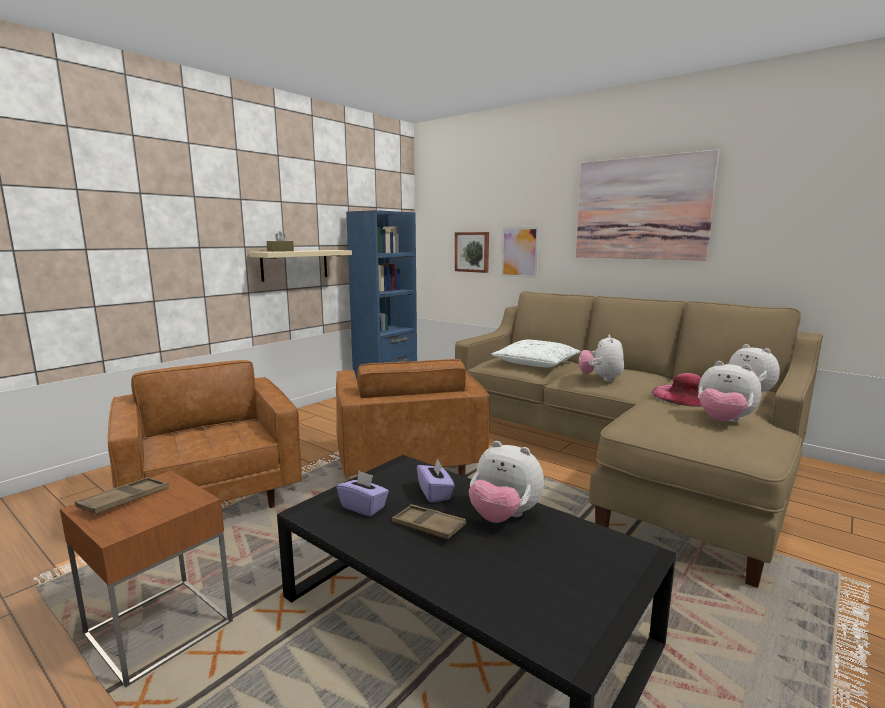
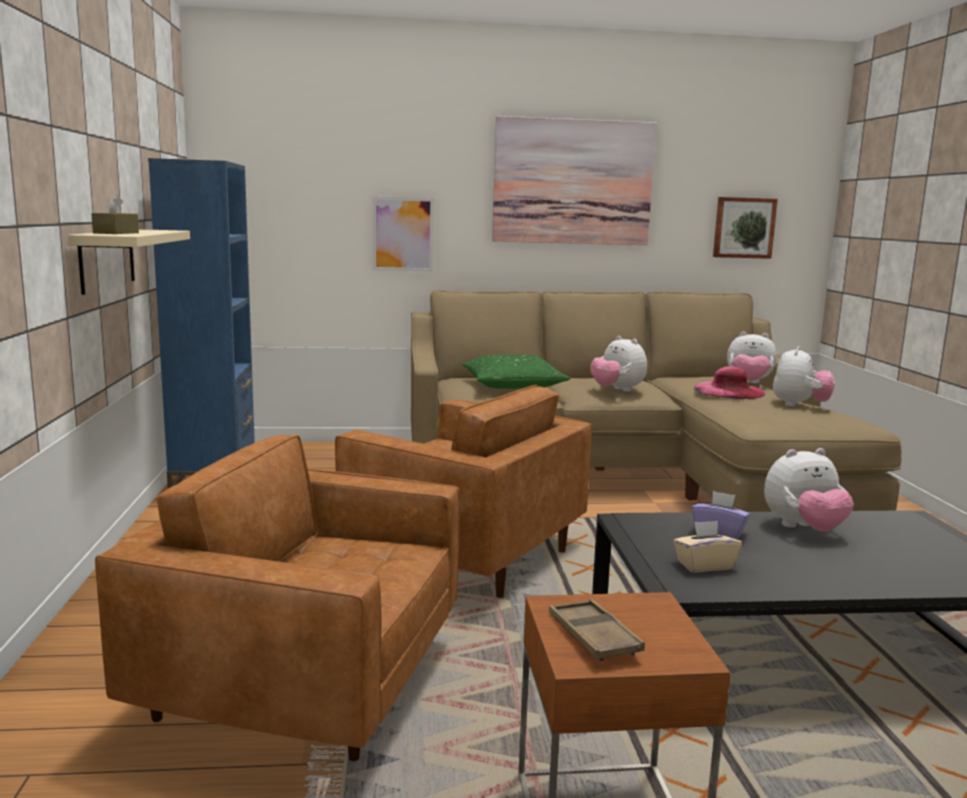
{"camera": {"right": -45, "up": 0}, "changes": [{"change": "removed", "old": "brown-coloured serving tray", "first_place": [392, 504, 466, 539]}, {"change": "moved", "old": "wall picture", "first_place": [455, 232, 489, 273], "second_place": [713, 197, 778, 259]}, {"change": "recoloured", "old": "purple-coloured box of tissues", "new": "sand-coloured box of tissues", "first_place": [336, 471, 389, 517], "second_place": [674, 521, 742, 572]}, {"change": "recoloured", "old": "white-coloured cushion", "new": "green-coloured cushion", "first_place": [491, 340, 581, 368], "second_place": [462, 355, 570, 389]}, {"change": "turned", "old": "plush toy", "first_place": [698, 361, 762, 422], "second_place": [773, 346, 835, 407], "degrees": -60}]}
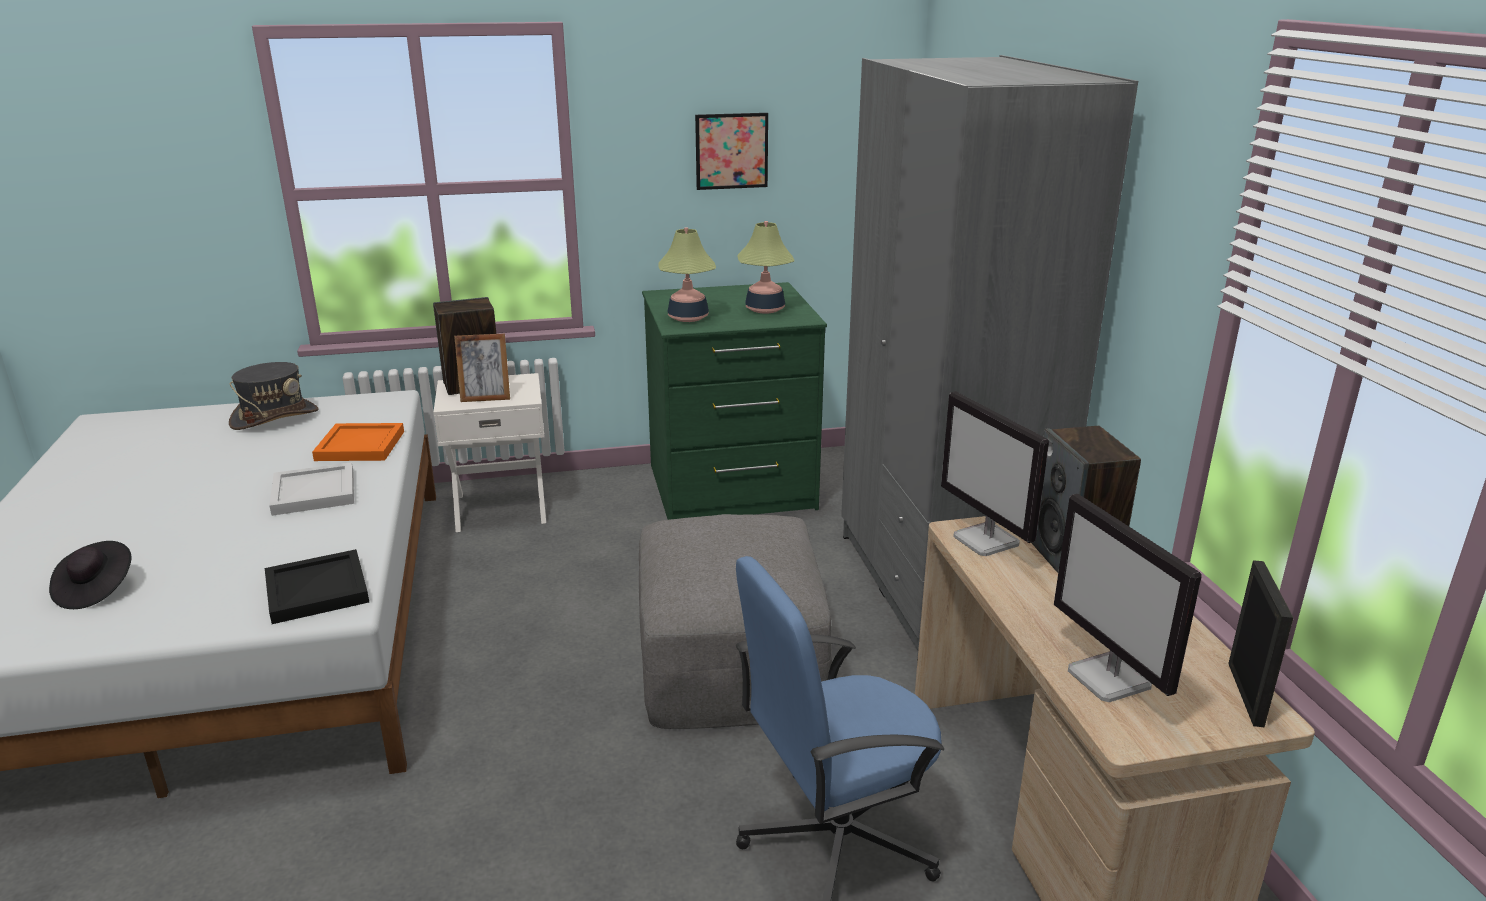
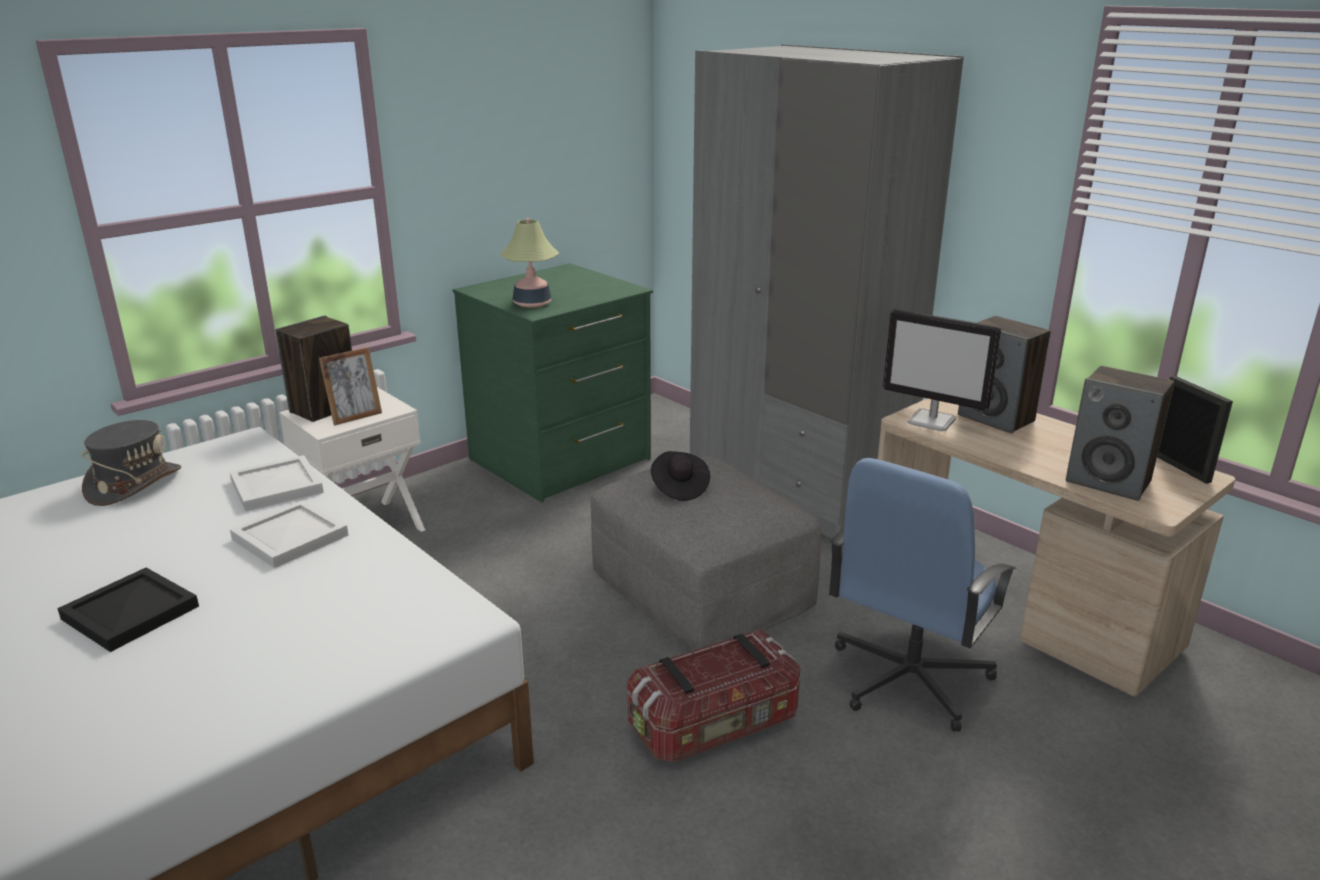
{"camera": {"right": -30, "up": 0}, "changes": [{"change": "removed", "old": "wall picture", "first_place": [695, 113, 768, 190]}, {"change": "removed", "old": "lamp for a table", "first_place": [738, 221, 794, 314]}, {"change": "added", "new": "storage bin", "second_place": [627, 630, 800, 762]}, {"change": "moved", "old": "blackish hat", "first_place": [49, 541, 132, 609], "second_place": [651, 451, 710, 501]}, {"change": "moved", "old": "blackish serving tray", "first_place": [265, 549, 369, 624], "second_place": [57, 568, 199, 652]}, {"change": "replaced", "old": "monitor", "new": "audio speaker", "first_place": [1054, 494, 1202, 702], "second_place": [1066, 366, 1174, 501]}, {"change": "recoloured", "old": "orange serving tray", "new": "white-coloured serving tray", "first_place": [312, 423, 404, 461], "second_place": [230, 455, 324, 511]}]}
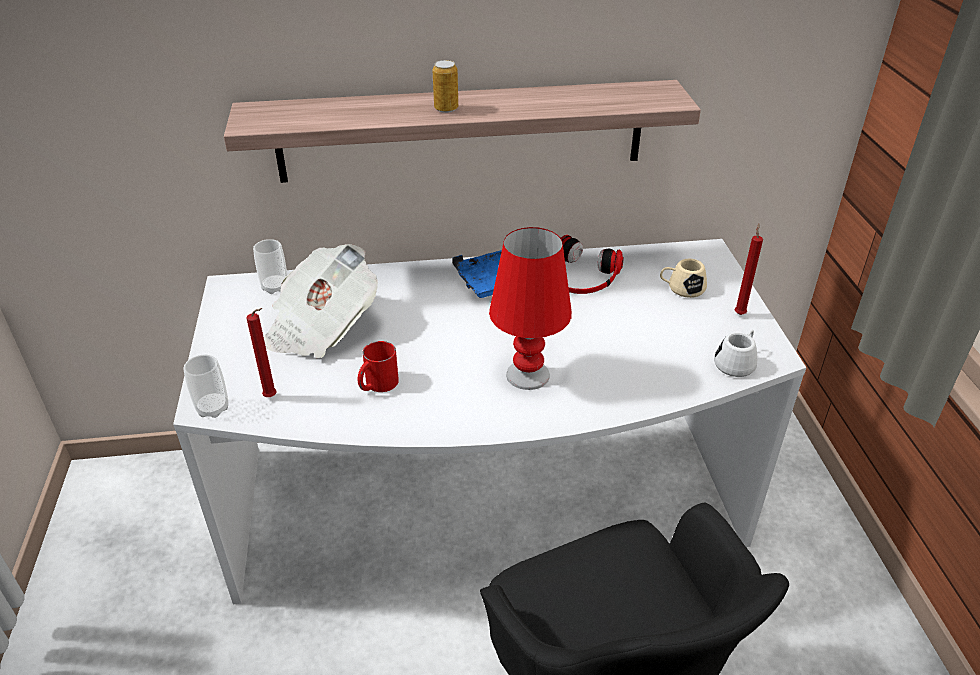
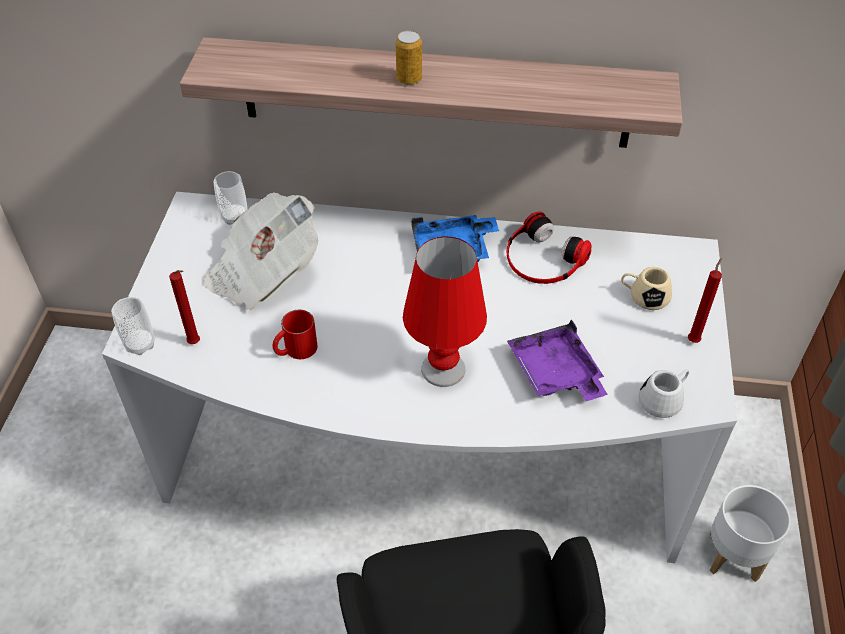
{"camera": {"right": 15, "up": 10}, "changes": [{"change": "added", "new": "purple-coloured serving tray", "second_place": [507, 319, 608, 401]}, {"change": "added", "new": "white-coloured planter", "second_place": [710, 485, 791, 582]}]}
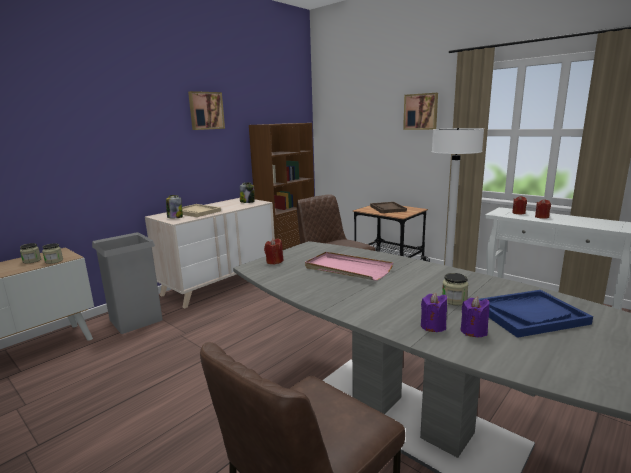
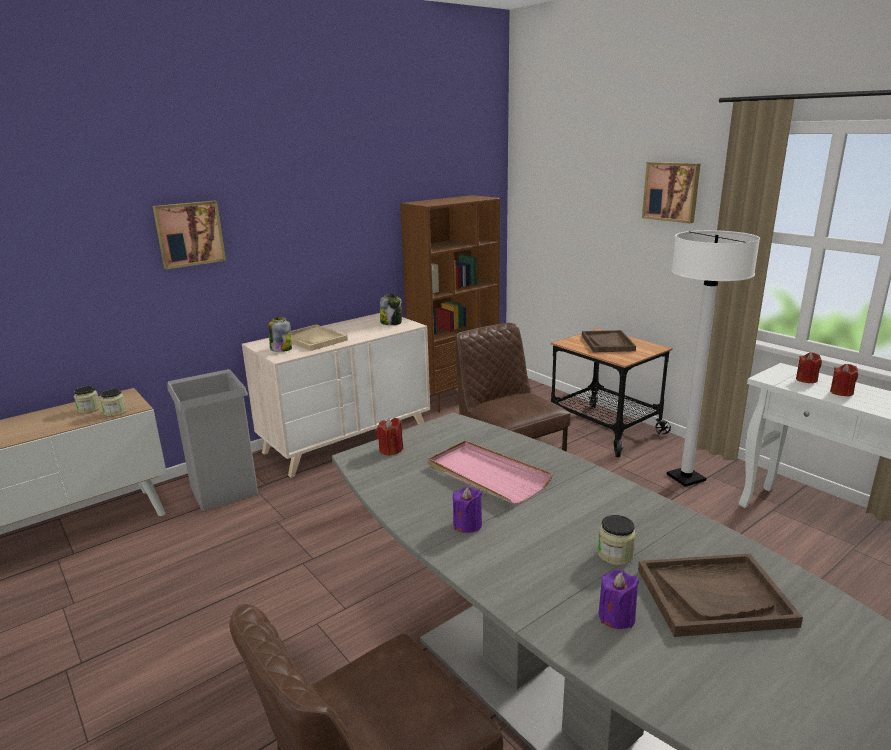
{"camera": {"right": 10, "up": 5}, "changes": [{"change": "moved", "old": "wall picture", "first_place": [188, 91, 225, 130], "second_place": [153, 200, 226, 269]}, {"change": "moved", "old": "purple-coloured wax light", "first_place": [421, 293, 447, 332], "second_place": [453, 486, 482, 533]}, {"change": "recoloured", "old": "bluish serving tray", "new": "brown-coloured serving tray", "first_place": [479, 290, 593, 338], "second_place": [638, 553, 803, 637]}]}
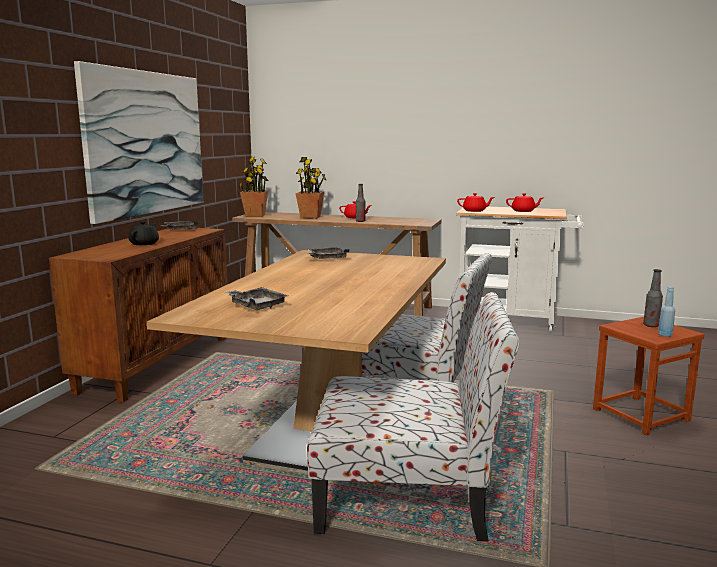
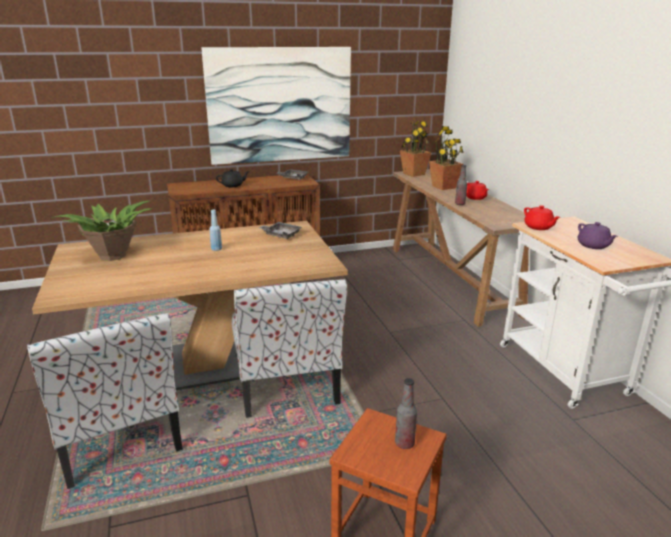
{"camera": {"right": 55, "up": 10}, "changes": [{"change": "moved", "old": "bluish beverage bottle", "first_place": [658, 286, 675, 337], "second_place": [209, 210, 222, 251]}, {"change": "replaced", "old": "greyish serving tray", "new": "houseplant", "first_place": [224, 287, 288, 310], "second_place": [51, 200, 152, 261]}, {"change": "recoloured", "old": "red pot for tea", "new": "purple-coloured pot for tea", "first_place": [506, 193, 543, 212], "second_place": [578, 222, 618, 249]}]}
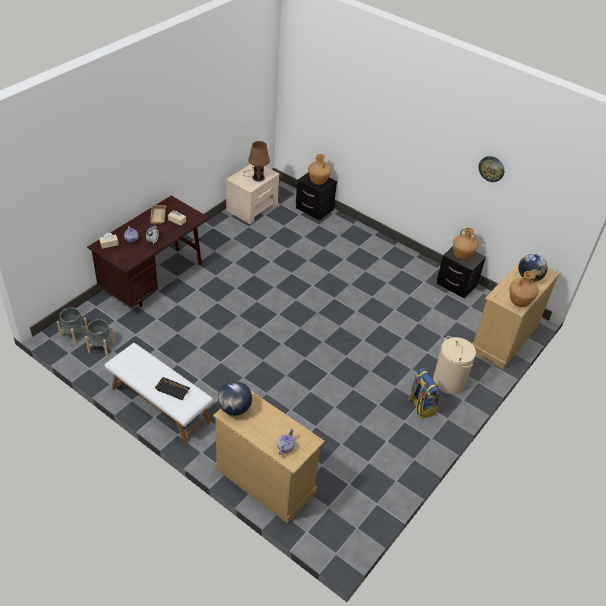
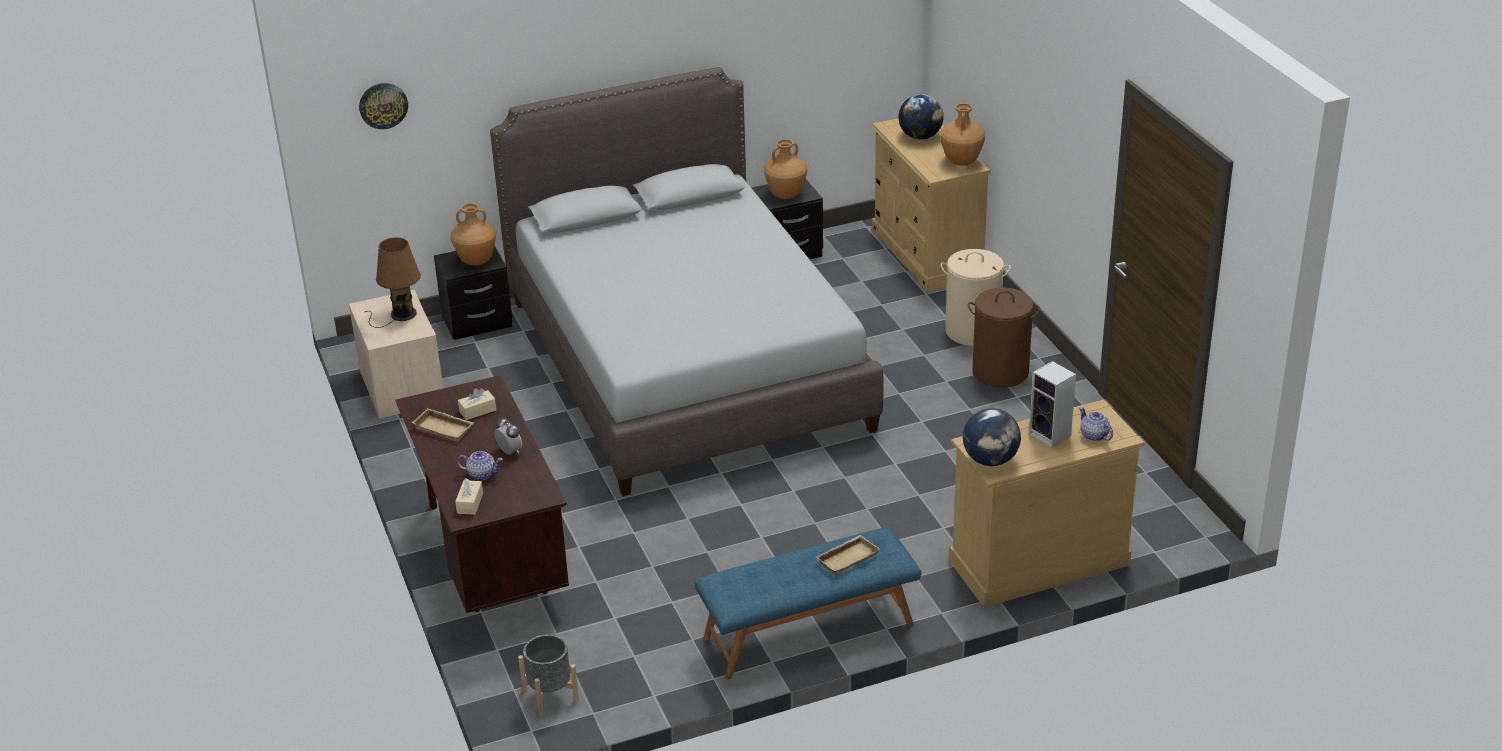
{"camera": {"right": -55, "up": -10}, "changes": [{"change": "removed", "old": "greyish planter", "first_place": [85, 319, 115, 356]}, {"change": "added", "new": "greyish bedroom bed", "second_place": [490, 67, 884, 496]}, {"change": "added", "new": "audio speaker", "second_place": [1029, 361, 1076, 448]}, {"change": "moved", "old": "clock on the wall", "first_place": [478, 156, 504, 182], "second_place": [359, 83, 408, 129]}, {"change": "replaced", "old": "backpack", "new": "brown-coloured laundry basket", "first_place": [408, 368, 440, 419], "second_place": [968, 288, 1040, 388]}, {"change": "recoloured", "old": "white-coloured bench", "new": "bluish bench", "first_place": [105, 343, 213, 445], "second_place": [695, 527, 921, 680]}, {"change": "recoloured", "old": "blackish serving tray", "new": "sand-coloured serving tray", "first_place": [155, 377, 190, 400], "second_place": [816, 535, 880, 575]}]}
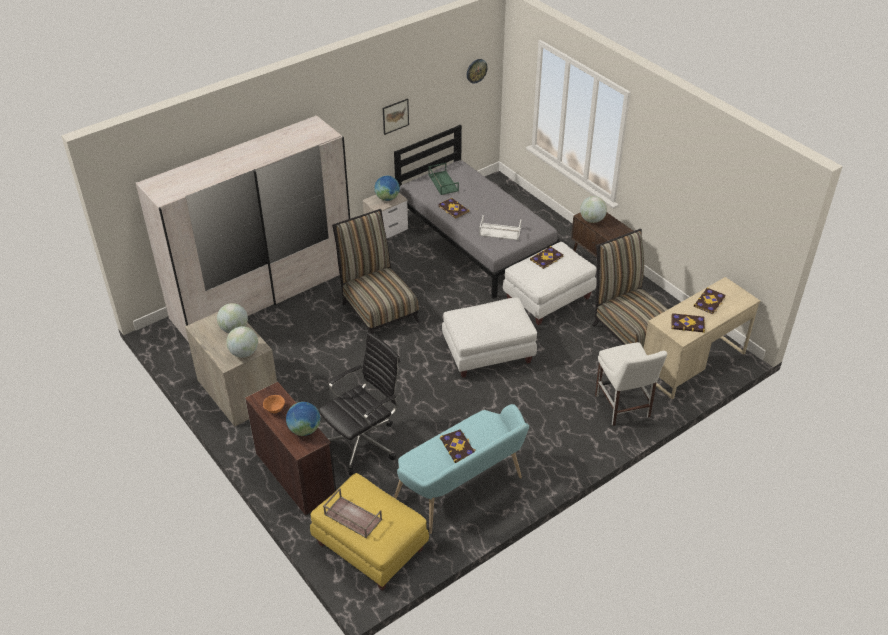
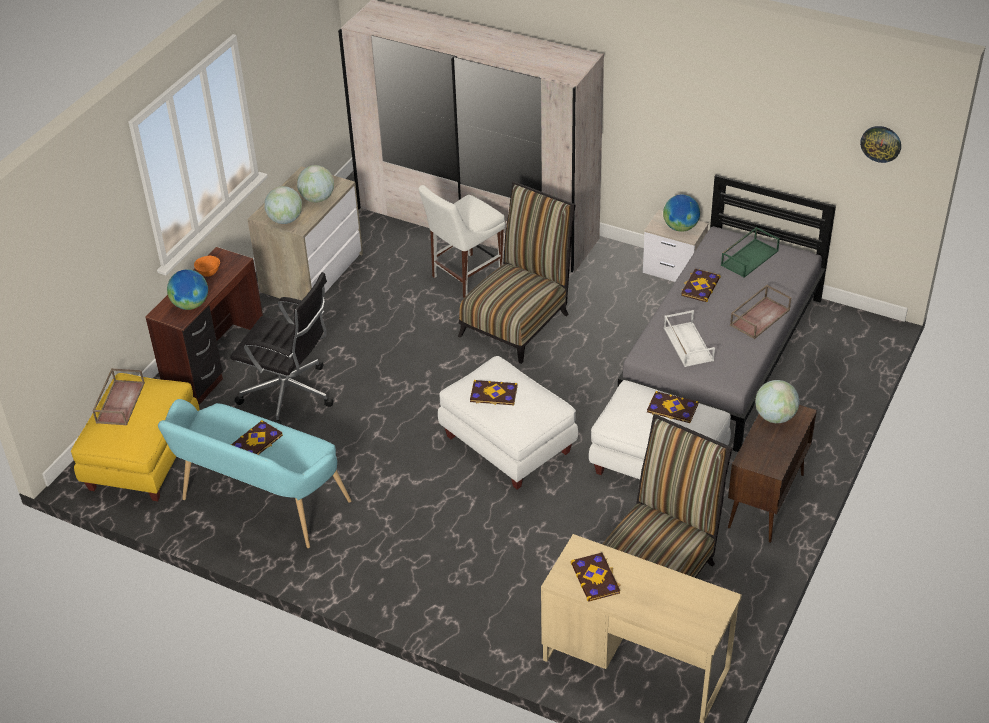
{"camera": {"right": 65, "up": 0}, "changes": [{"change": "removed", "old": "wall picture", "first_place": [383, 98, 409, 135]}, {"change": "added", "new": "brown-coloured serving tray", "second_place": [730, 285, 792, 339]}, {"change": "moved", "old": "white-coloured upright chair", "first_place": [595, 342, 667, 426], "second_place": [419, 185, 506, 298]}, {"change": "moved", "old": "volume", "first_place": [694, 288, 726, 314], "second_place": [470, 380, 518, 405]}]}
